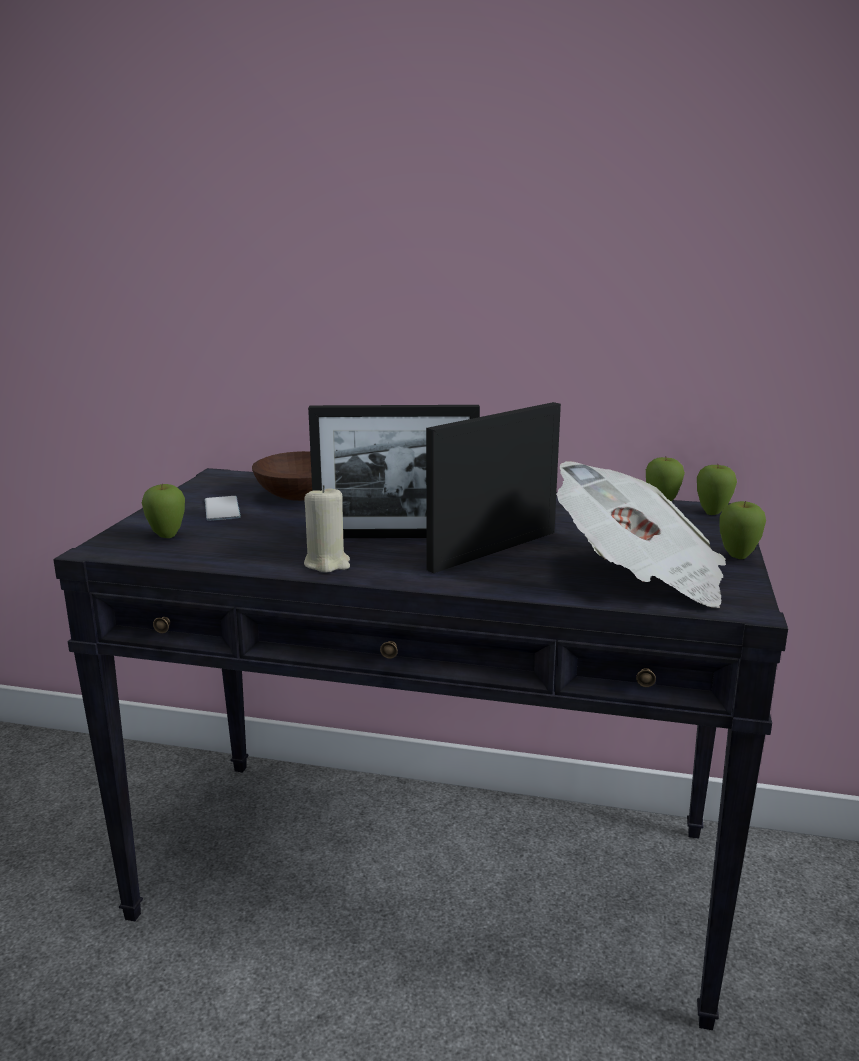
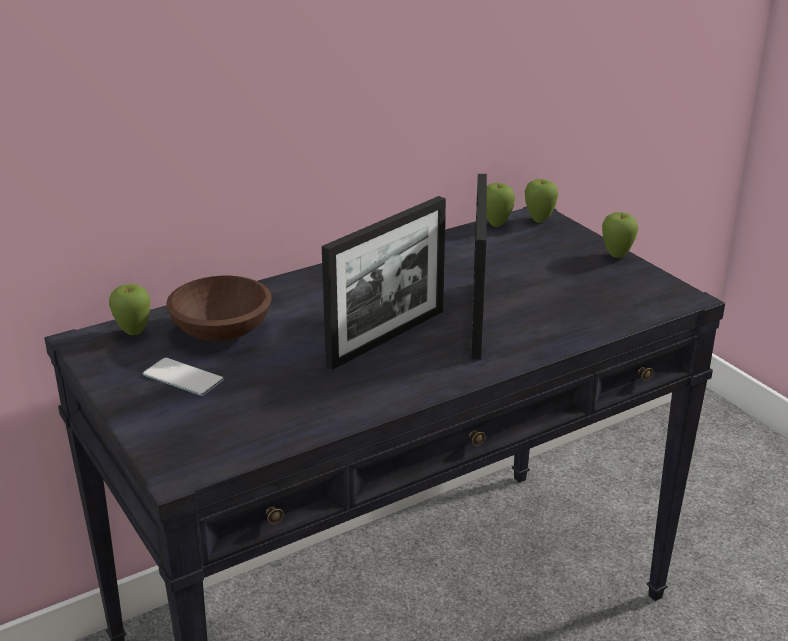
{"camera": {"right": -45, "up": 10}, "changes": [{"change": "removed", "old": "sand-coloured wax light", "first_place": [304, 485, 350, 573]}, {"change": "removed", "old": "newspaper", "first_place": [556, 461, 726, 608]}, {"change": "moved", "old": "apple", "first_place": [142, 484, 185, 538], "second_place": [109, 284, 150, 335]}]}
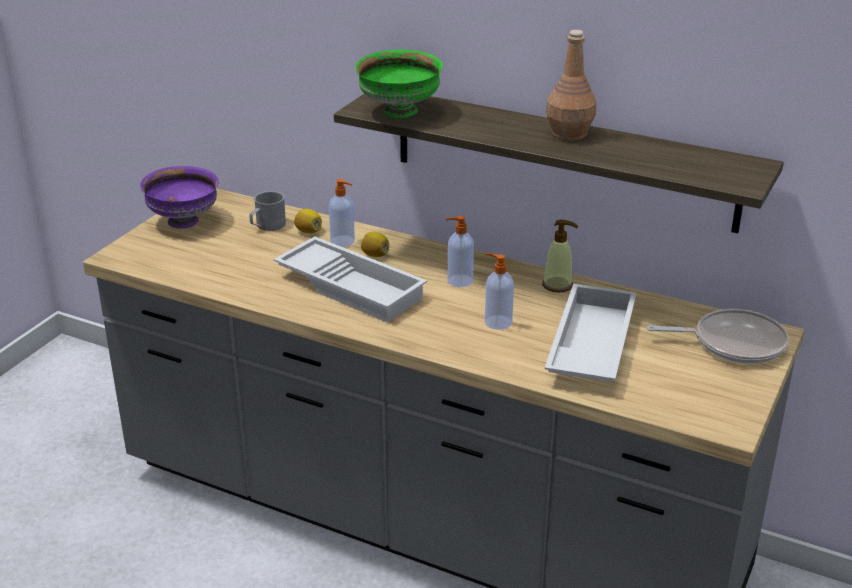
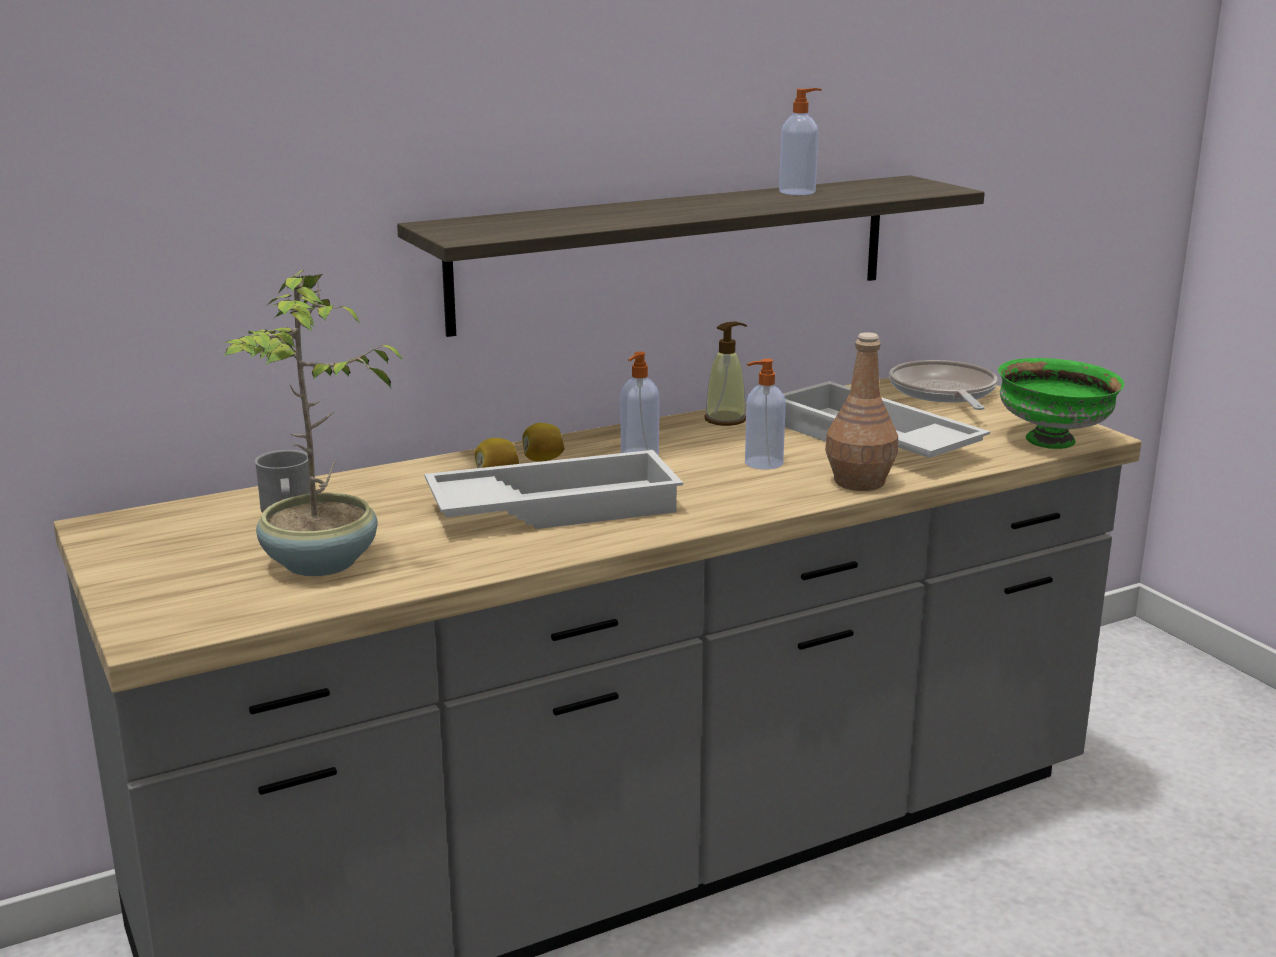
{"camera": {"right": -55, "up": -10}, "changes": [{"change": "removed", "old": "purple-coloured deep dish", "first_place": [140, 166, 219, 229]}, {"change": "added", "new": "houseplant", "second_place": [223, 270, 404, 576]}, {"change": "moved", "old": "whole lemon", "first_place": [294, 209, 322, 233], "second_place": [522, 423, 565, 462]}, {"change": "moved", "old": "liquid soap bottle", "first_place": [329, 179, 355, 247], "second_place": [779, 88, 822, 195]}, {"change": "moved", "old": "green-coloured deep dish", "first_place": [355, 50, 443, 118], "second_place": [998, 358, 1124, 449]}, {"change": "moved", "old": "brown-coloured beverage bottle", "first_place": [546, 30, 596, 141], "second_place": [825, 332, 898, 491]}, {"change": "turned", "old": "pan", "first_place": [647, 309, 789, 364], "second_place": [889, 360, 997, 410], "degrees": -45}]}
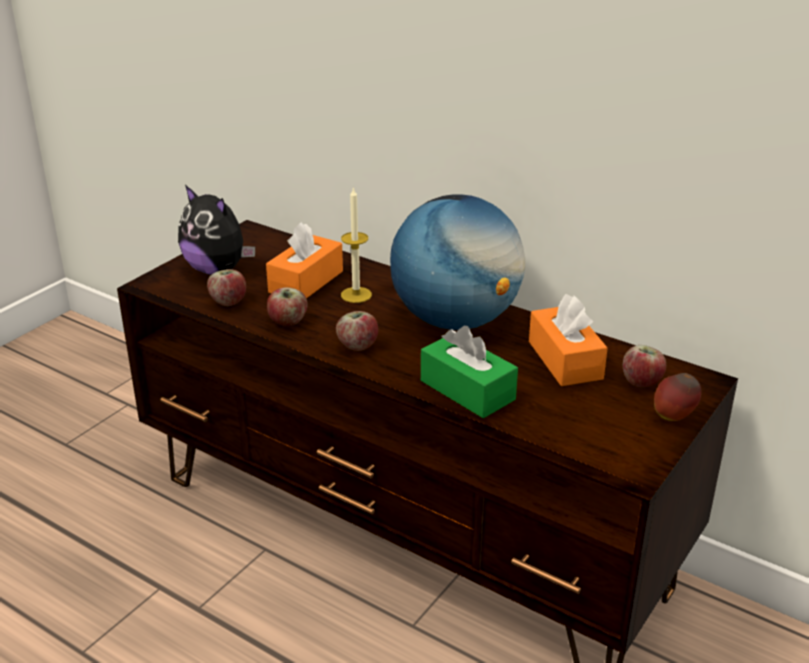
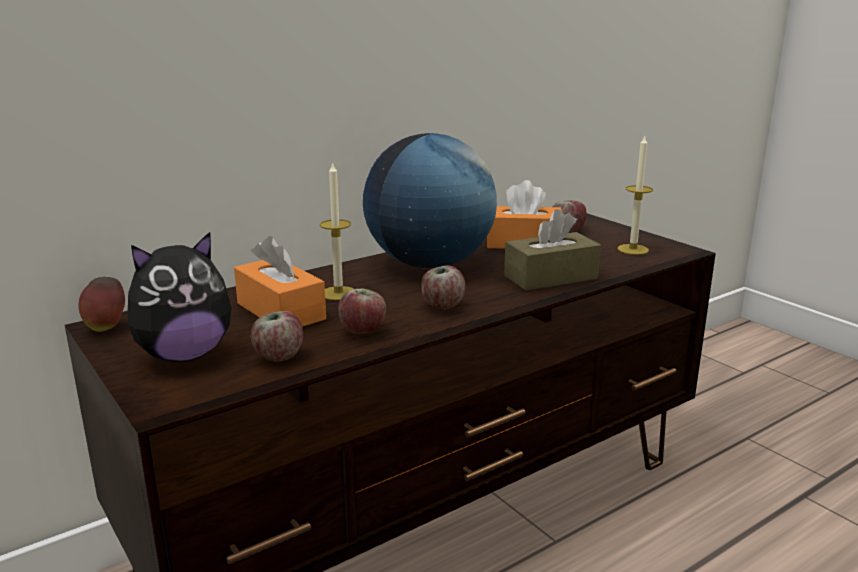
{"camera": {"right": -70, "up": -10}, "changes": [{"change": "added", "new": "wax light", "second_place": [618, 136, 653, 255]}, {"change": "moved", "old": "apple", "first_place": [654, 373, 701, 421], "second_place": [78, 277, 125, 332]}, {"change": "recoloured", "old": "green-coloured box of tissues", "new": "brown-coloured box of tissues", "first_place": [421, 326, 518, 418], "second_place": [504, 209, 601, 291]}]}
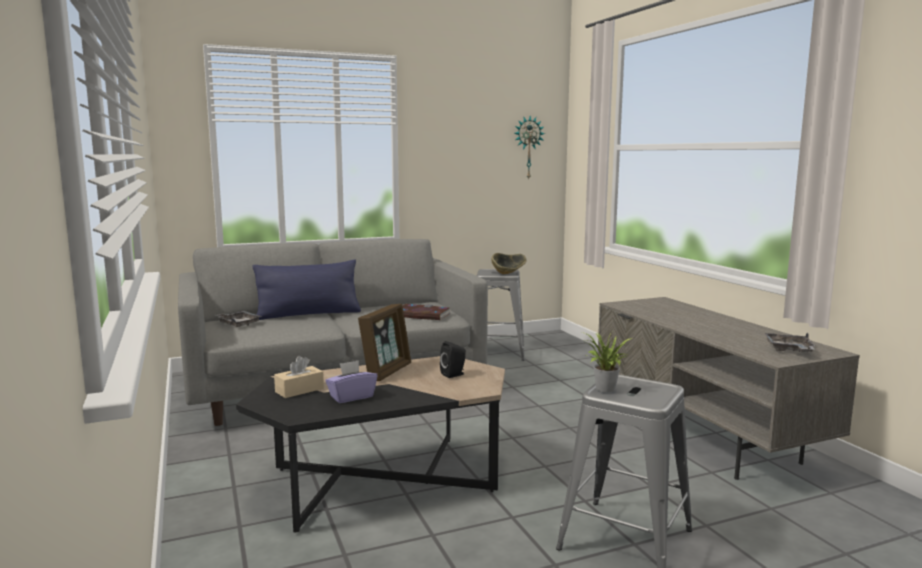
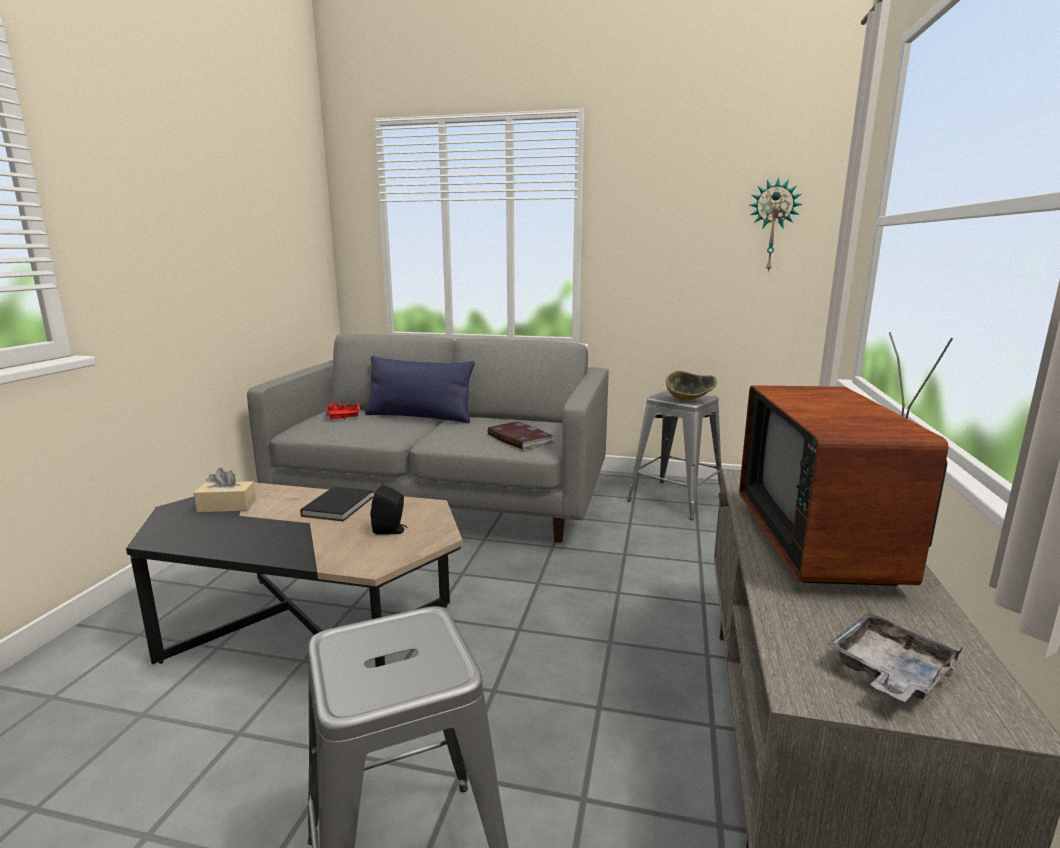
{"camera": {"right": 35, "up": 5}, "changes": [{"change": "removed", "old": "purple-coloured box of tissues", "first_place": [325, 360, 377, 403]}, {"change": "removed", "old": "houseplant", "first_place": [582, 332, 632, 392]}, {"change": "added", "new": "TV set", "second_place": [739, 332, 953, 586]}, {"change": "replaced", "old": "standing frame", "new": "blackish volume", "first_place": [358, 304, 411, 381], "second_place": [300, 487, 373, 521]}, {"change": "recoloured", "old": "greyish serving tray", "new": "red serving tray", "first_place": [216, 311, 262, 327], "second_place": [326, 403, 360, 420]}]}
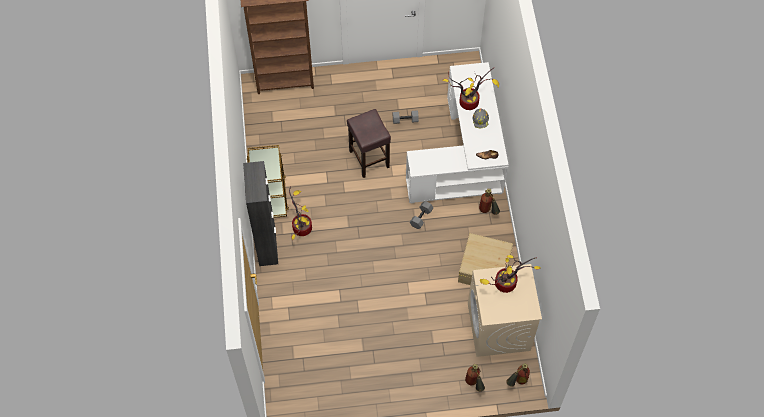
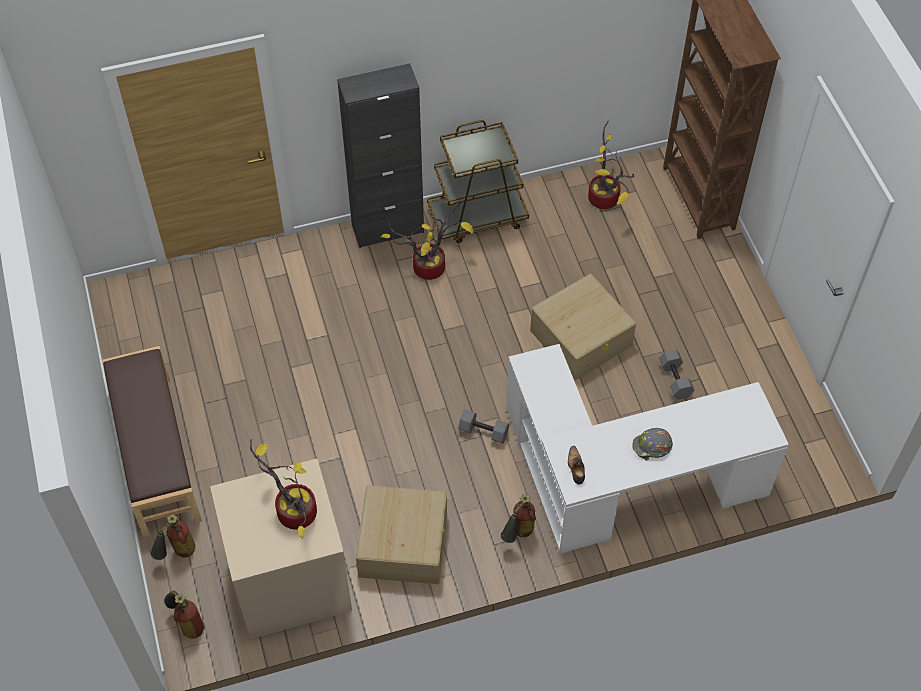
{"camera": {"right": 80, "up": -5}, "changes": [{"change": "added", "new": "brown-coloured bench", "second_place": [102, 346, 202, 537]}, {"change": "moved", "old": "houseplant", "first_place": [443, 68, 499, 110], "second_place": [588, 121, 634, 209]}, {"change": "replaced", "old": "brown-coloured stool", "new": "sand-coloured storage bin", "first_place": [347, 109, 391, 178], "second_place": [530, 274, 636, 381]}]}
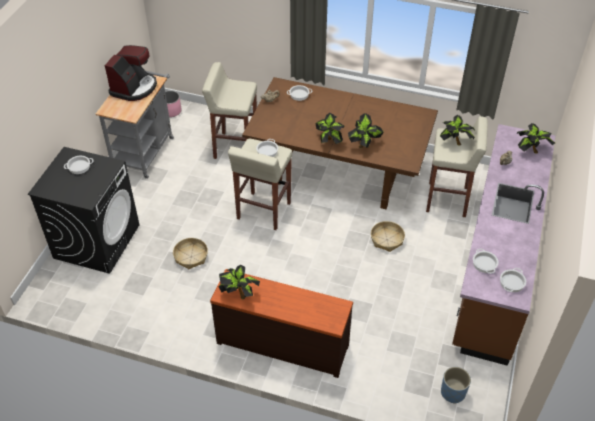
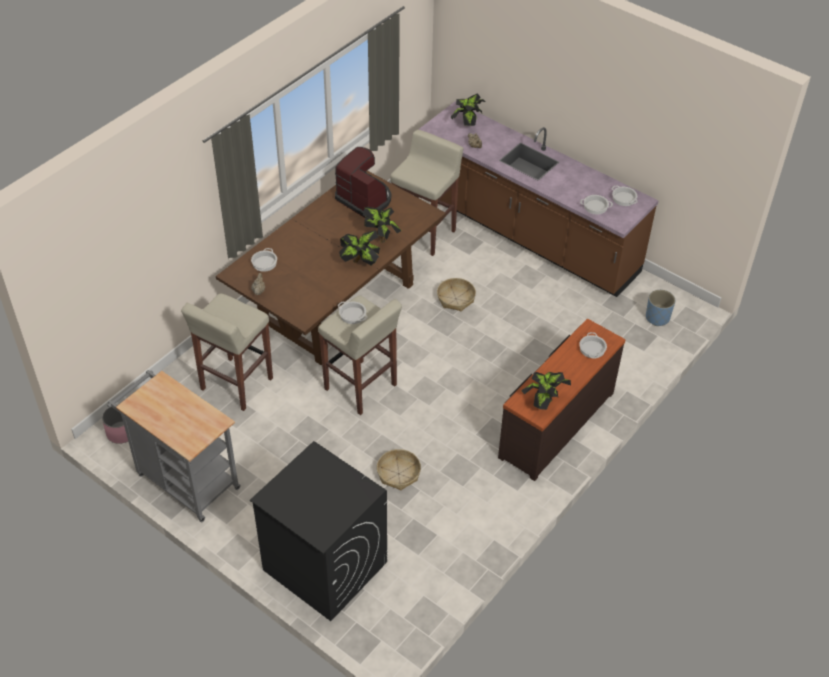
{"camera": {"right": -70, "up": 0}, "changes": [{"change": "removed", "old": "houseplant", "first_place": [440, 115, 475, 146]}, {"change": "moved", "old": "stockpot", "first_place": [64, 156, 93, 174], "second_place": [579, 332, 607, 359]}, {"change": "moved", "old": "coffee maker", "first_place": [104, 45, 157, 101], "second_place": [335, 147, 391, 218]}]}
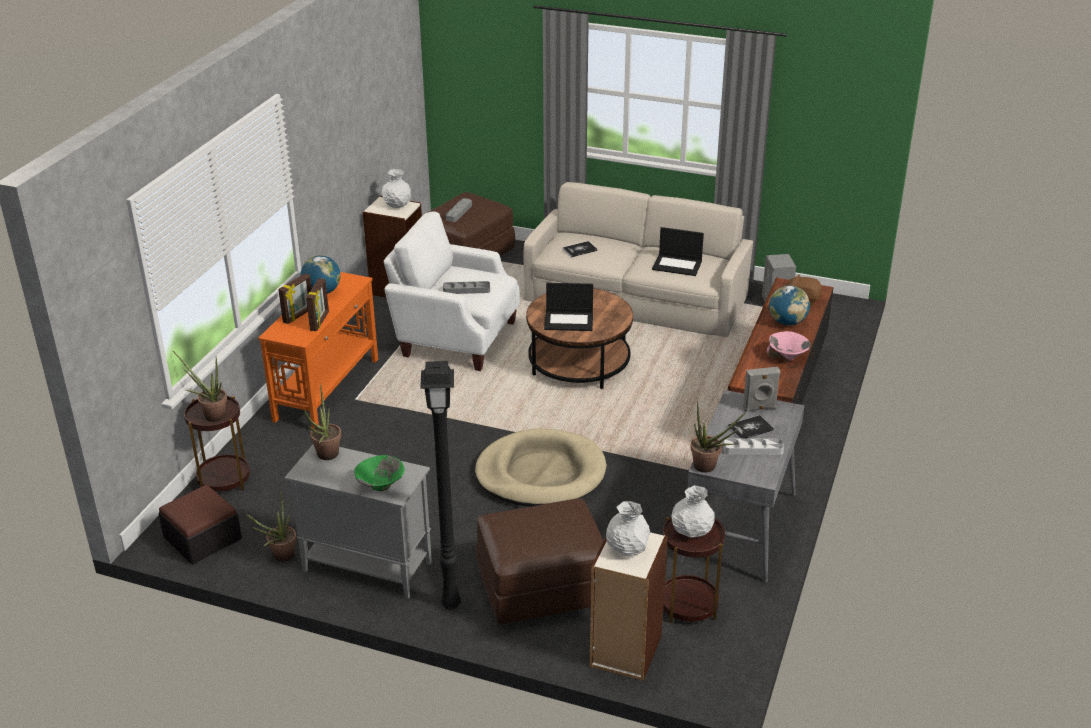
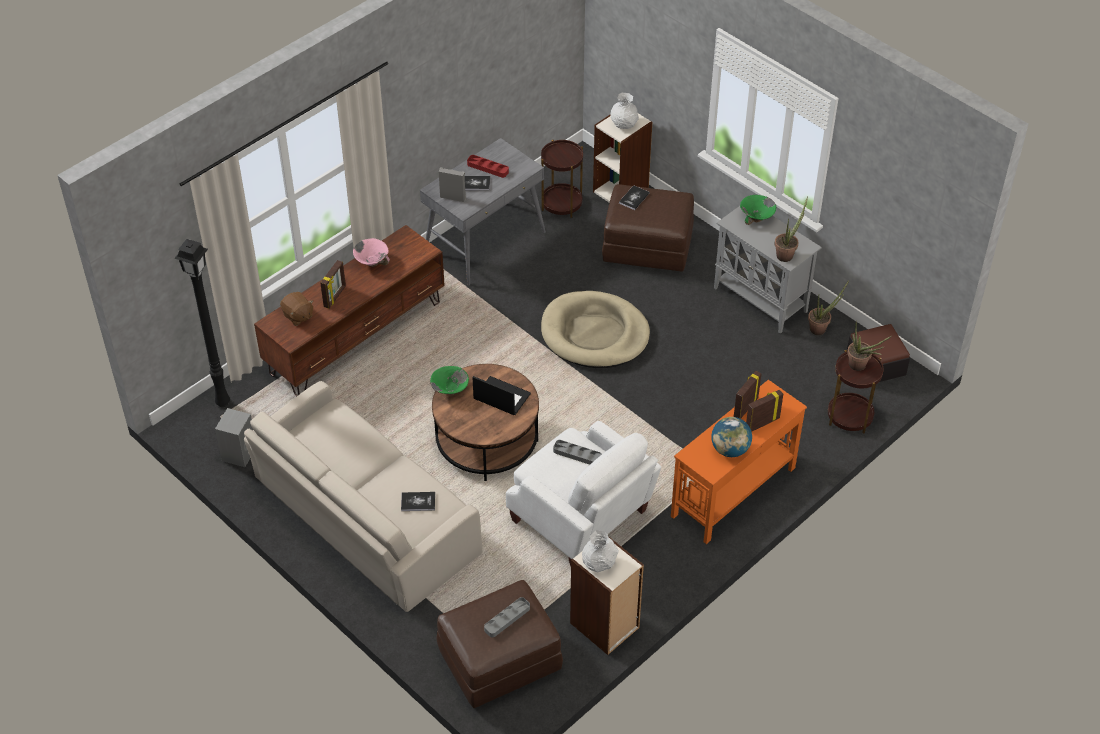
{"camera": {"right": -155, "up": 15}, "changes": [{"change": "removed", "old": "portable computer", "first_place": [652, 227, 704, 276]}, {"change": "removed", "old": "white-coloured decorative vase", "first_place": [672, 485, 715, 538]}, {"change": "removed", "old": "houseplant", "first_place": [690, 401, 746, 473]}, {"change": "added", "new": "green-coloured deep dish", "second_place": [430, 366, 469, 395]}, {"change": "added", "new": "volume", "second_place": [619, 185, 650, 210]}, {"change": "moved", "old": "blackish floor lamp", "first_place": [420, 361, 461, 610], "second_place": [174, 239, 230, 407]}, {"change": "replaced", "old": "desk globe", "new": "standing frame", "first_place": [769, 285, 810, 326], "second_place": [320, 260, 346, 309]}, {"change": "recoloured", "old": "greyish serving tray", "new": "red serving tray", "first_place": [724, 438, 784, 455], "second_place": [467, 155, 509, 178]}]}
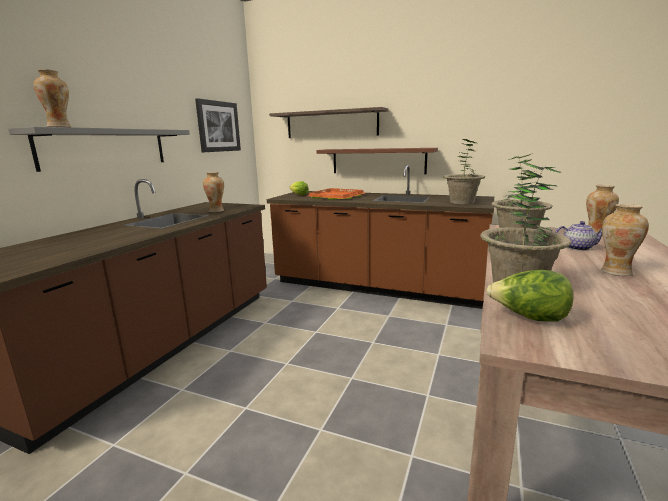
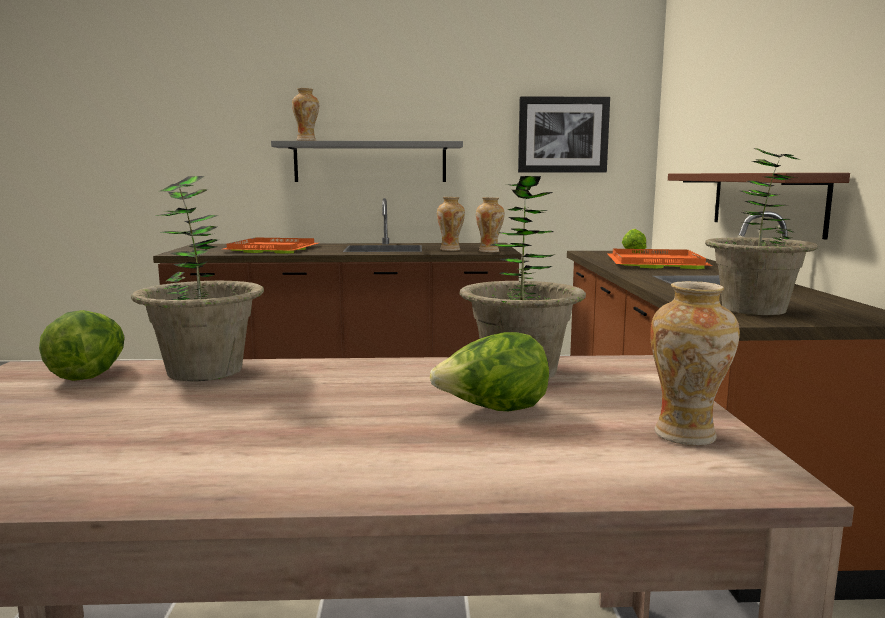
{"camera": {"right": 65, "up": -5}, "changes": [{"change": "removed", "old": "bracket shelf", "first_place": [269, 107, 389, 138]}, {"change": "added", "new": "orange serving tray", "second_place": [223, 238, 318, 254]}, {"change": "moved", "old": "decorative vase", "first_place": [601, 204, 649, 276], "second_place": [476, 197, 505, 252]}, {"change": "replaced", "old": "pot for tea", "new": "lettuce head", "first_place": [555, 221, 602, 251], "second_place": [430, 332, 549, 411]}]}
